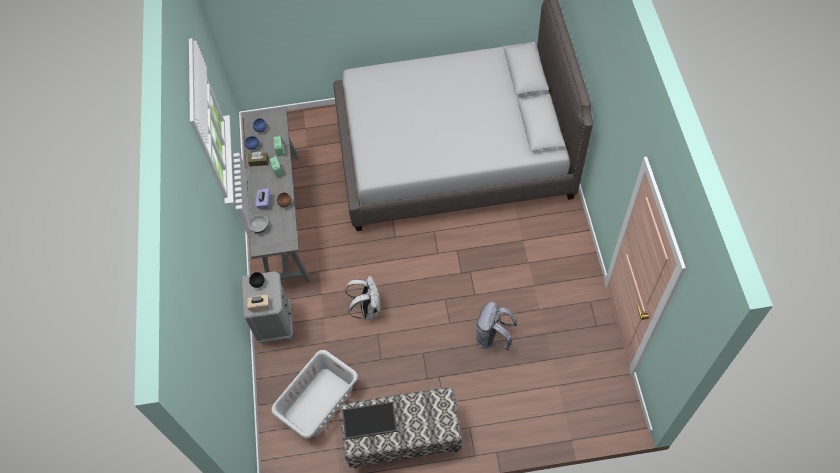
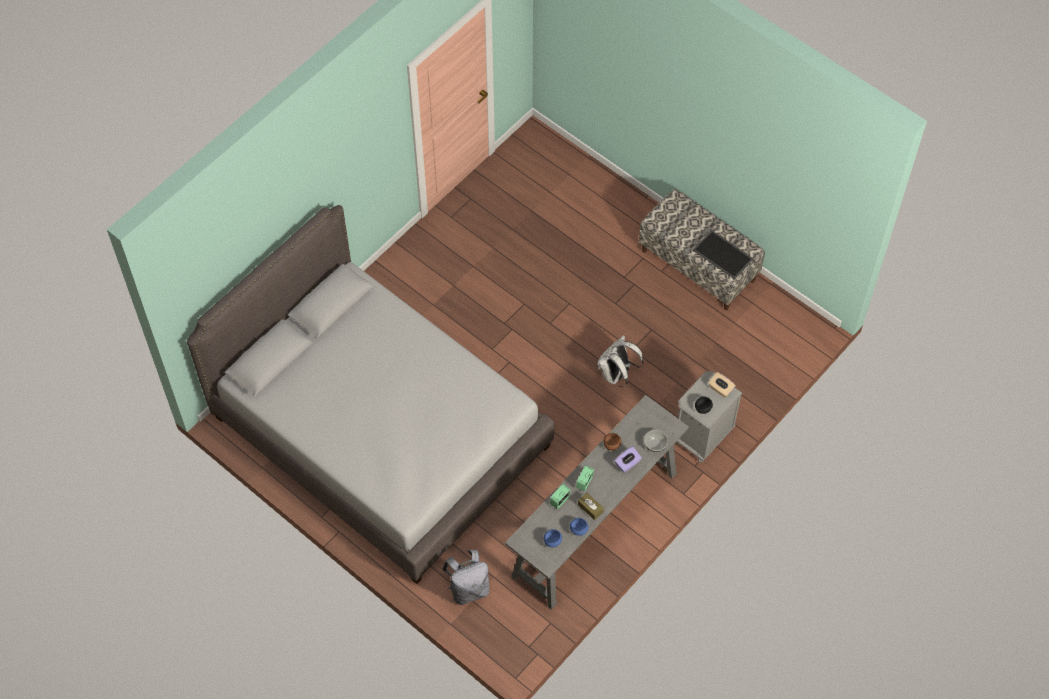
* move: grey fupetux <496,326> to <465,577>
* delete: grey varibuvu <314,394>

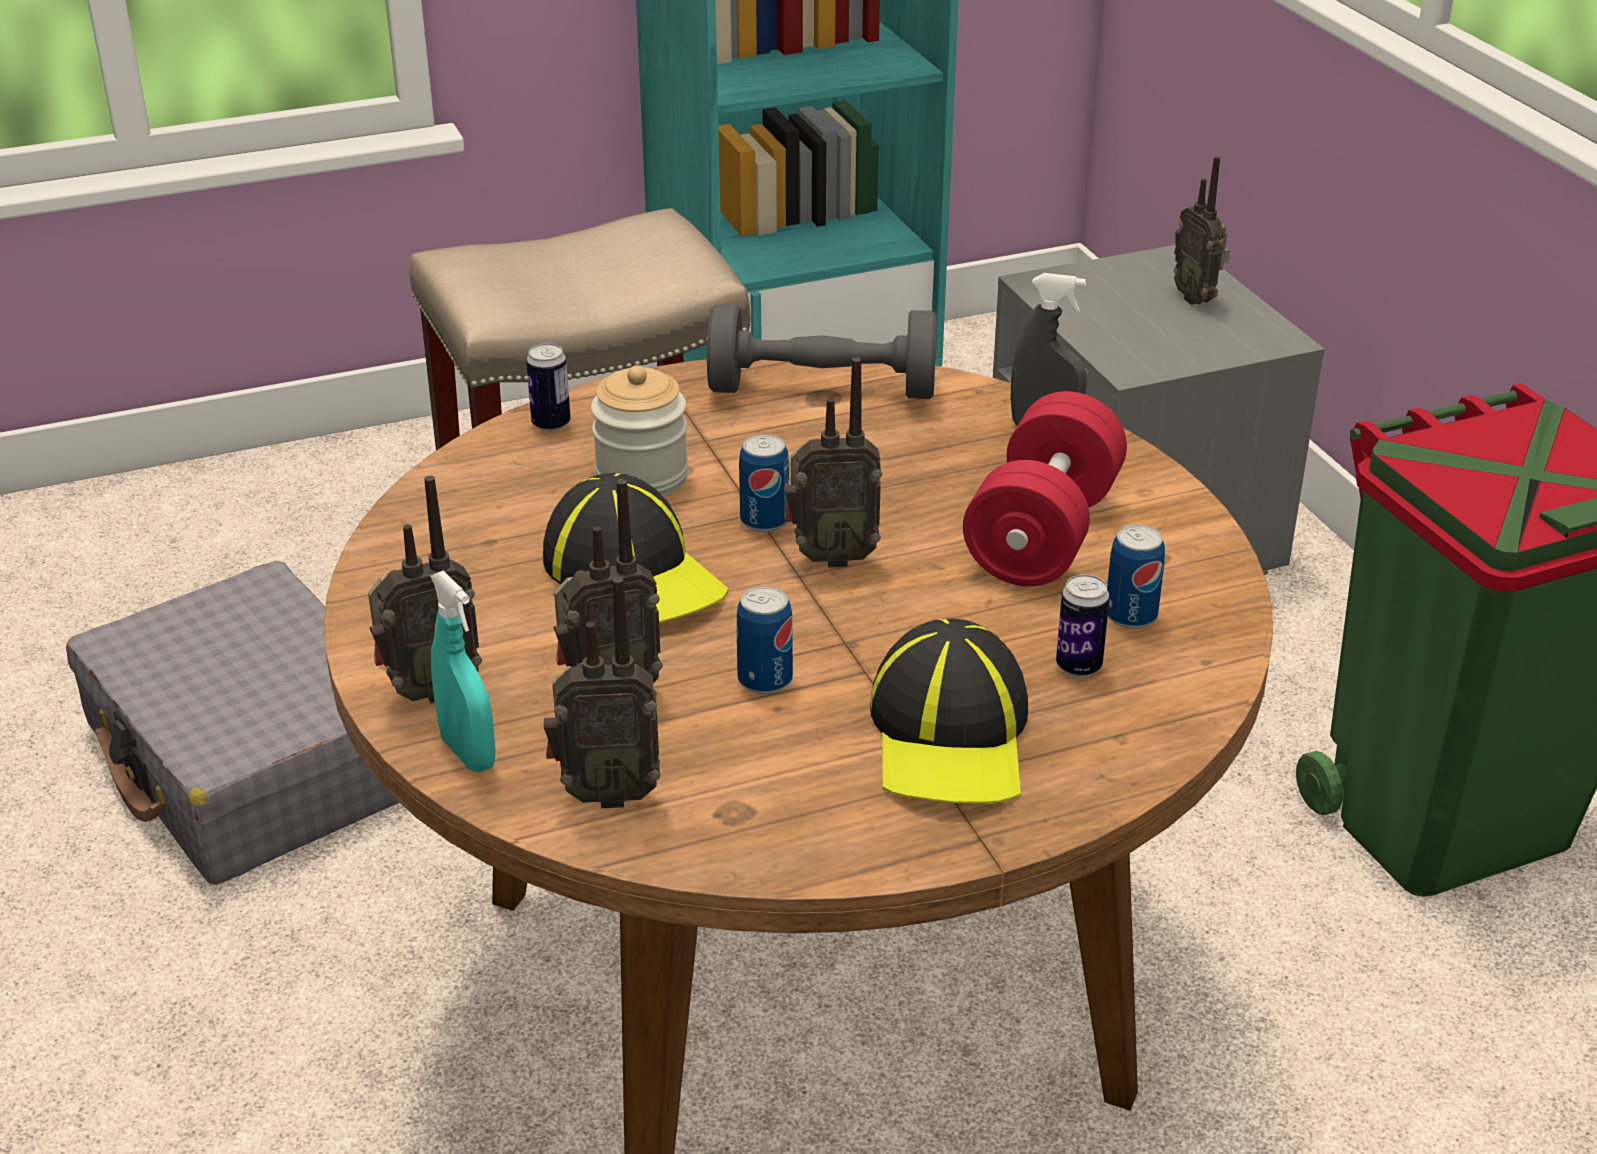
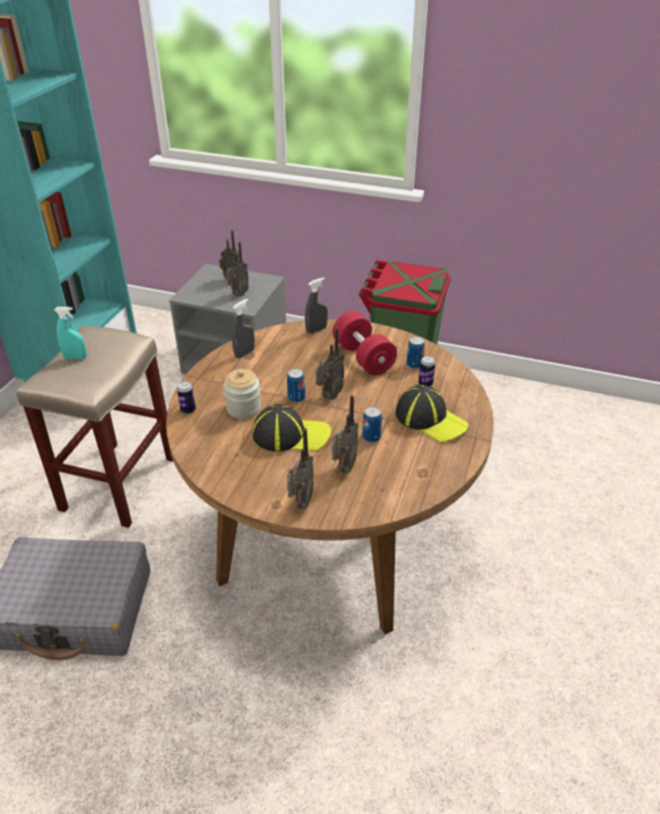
* move: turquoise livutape <463,671> to <70,333>
* move: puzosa <602,692> to <237,269>
* replace: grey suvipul <822,352> to grey livutape <243,328>

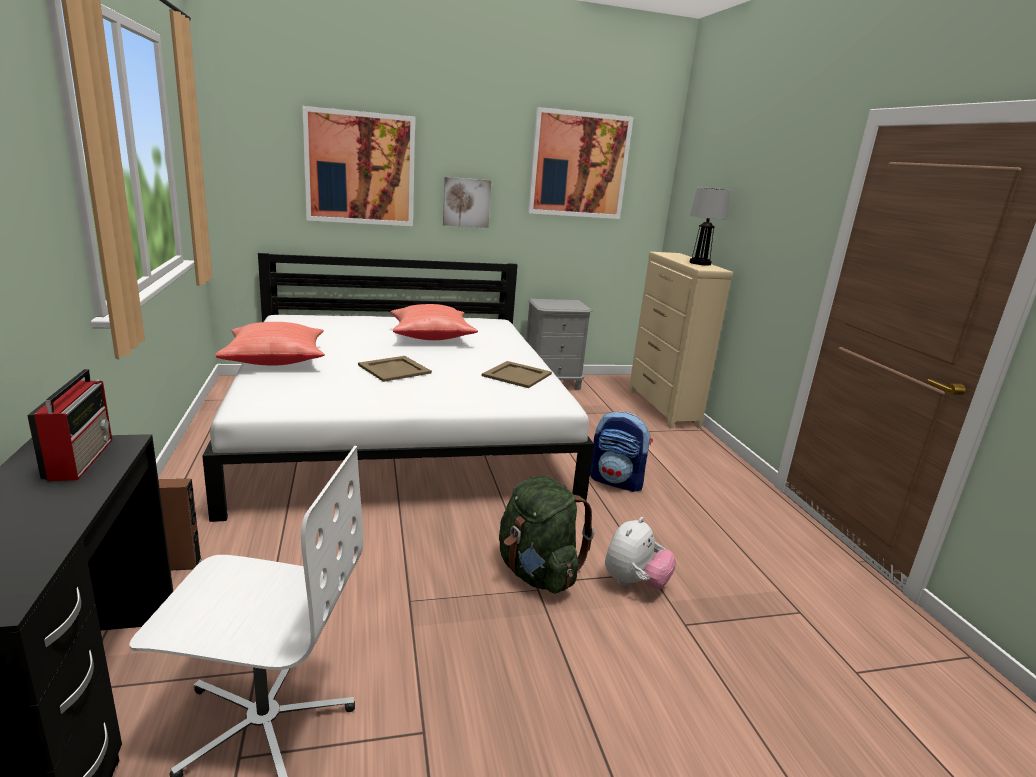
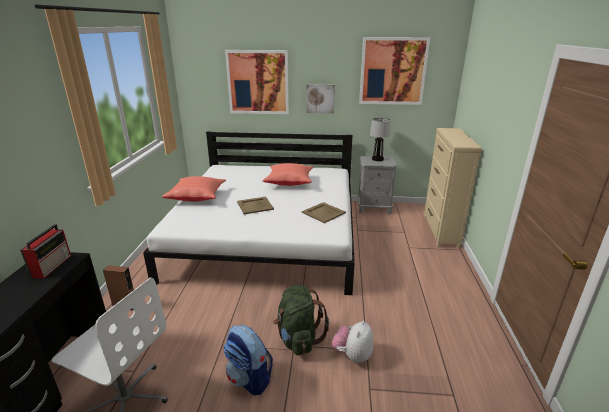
* move: fupetux <621,451> to <248,360>
* rotate: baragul <640,553> = <352,341> 150 degrees clockwise
* move: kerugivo <710,226> to <380,139>

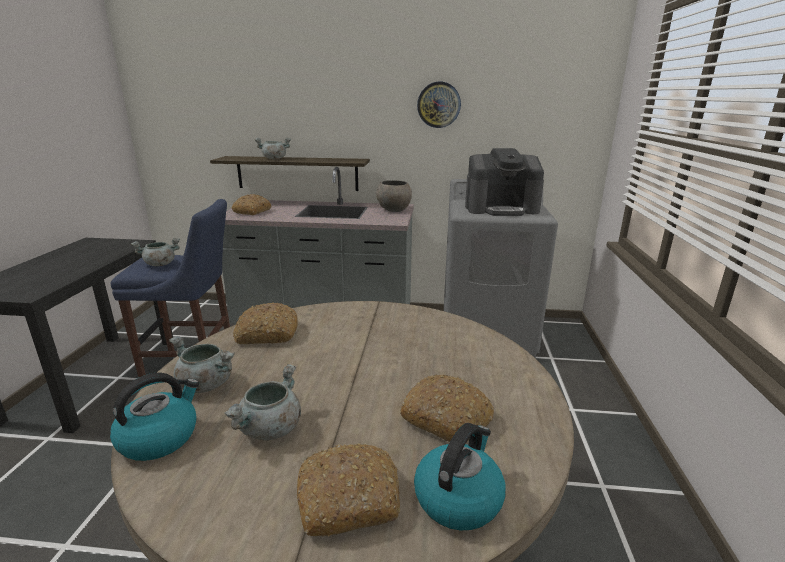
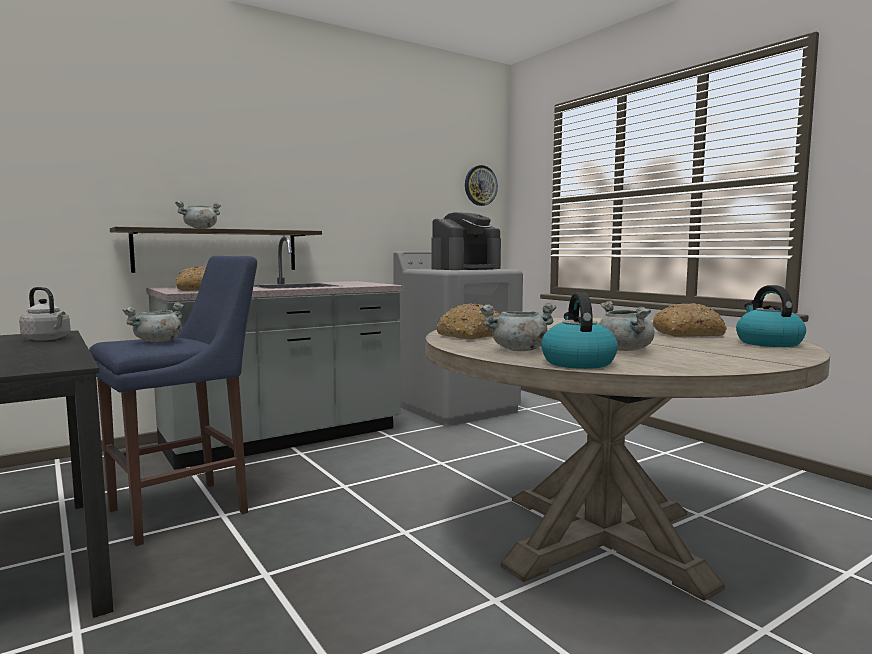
* insert: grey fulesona <45,314>
* move: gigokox <439,105> to <481,185>
* delete: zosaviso <348,490>
* delete: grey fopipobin <394,196>

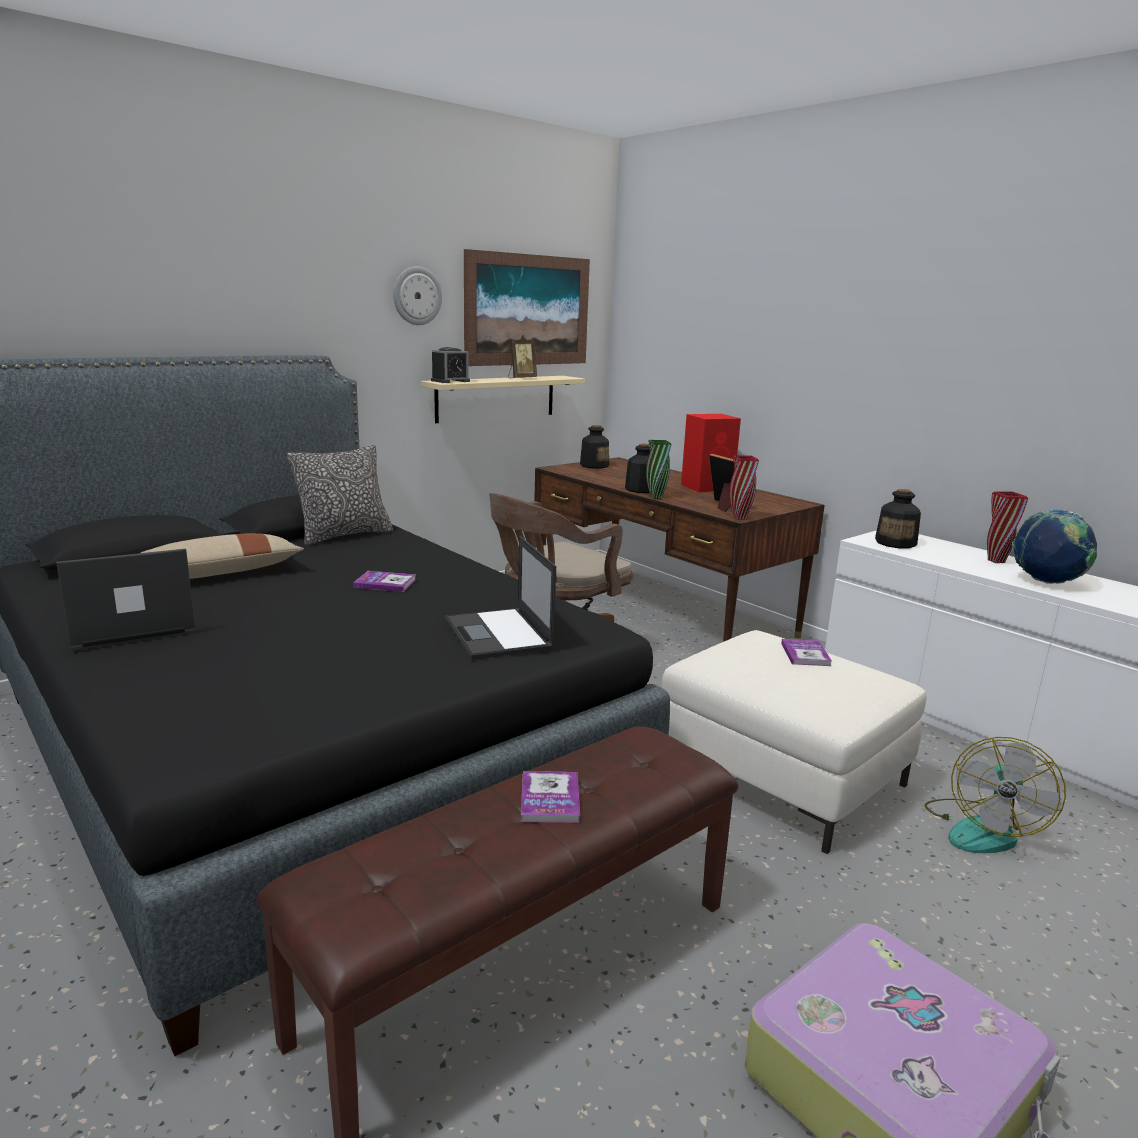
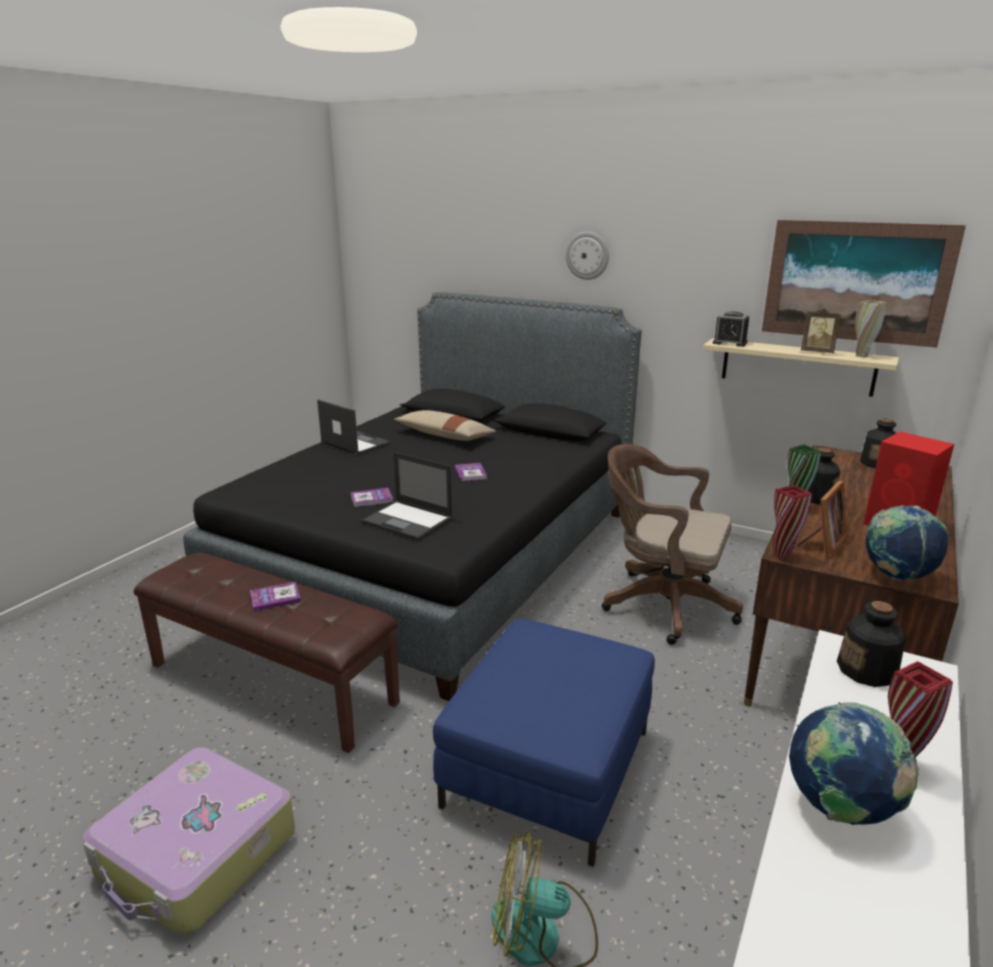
* move: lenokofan <806,652> to <371,497>
* rotate: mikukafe <500,598> = <407,496> 105 degrees counterclockwise
* recolor: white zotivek <794,742> to blue zotivek <544,743>
* move: gigokox <417,295> to <587,256>
* insert: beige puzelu <870,329>
* insert: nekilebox <907,543>
* delete: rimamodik <340,495>

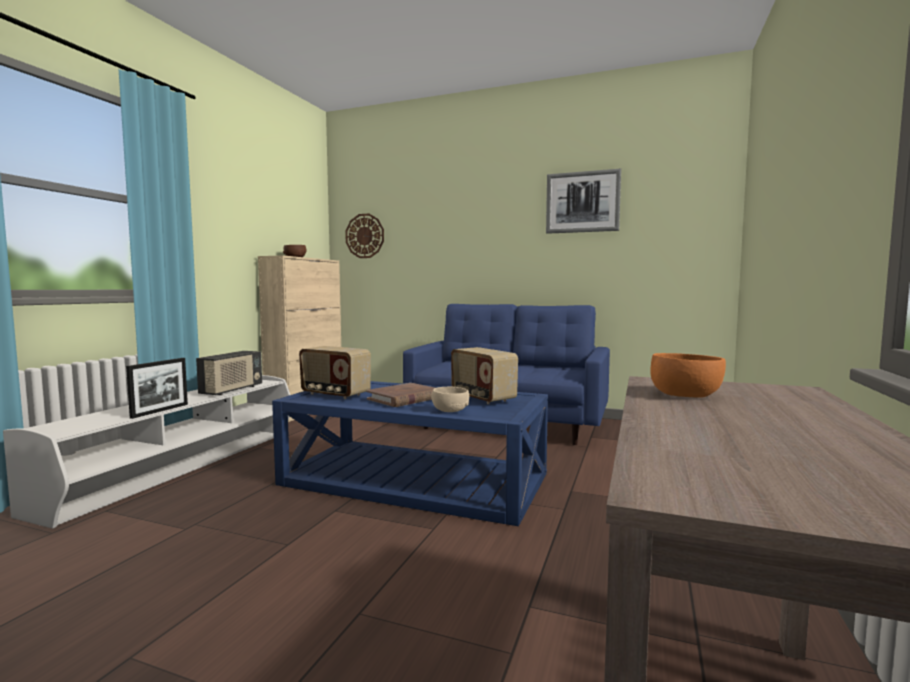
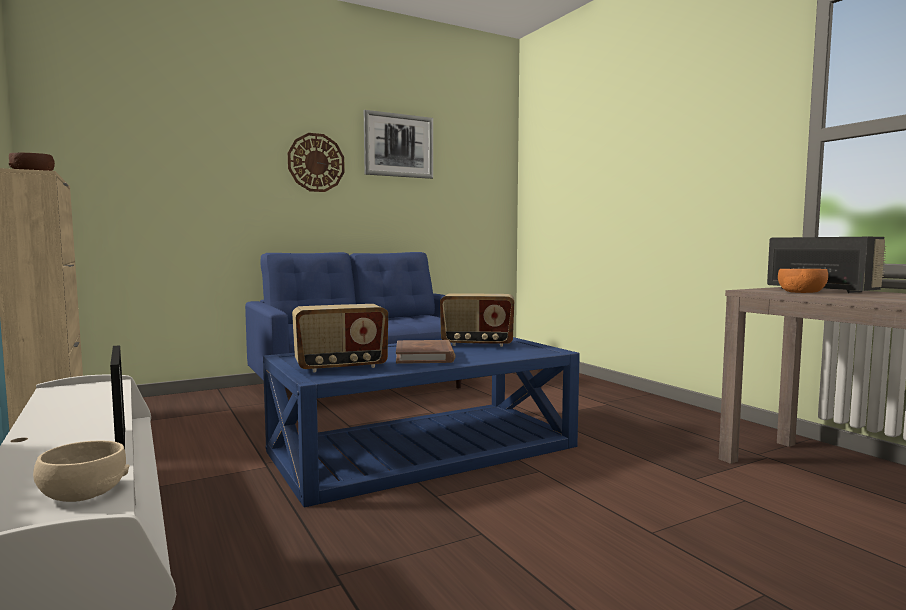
* move: beige fopipobin <450,399> to <81,471>
* move: gigokox <364,235> to <316,162>
* move: puzosa <229,373> to <826,265>

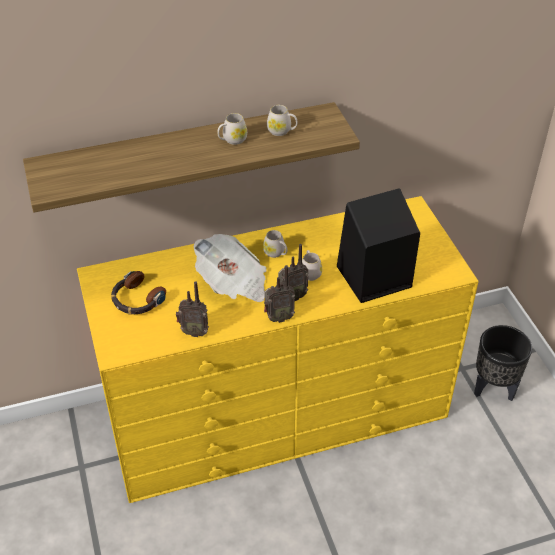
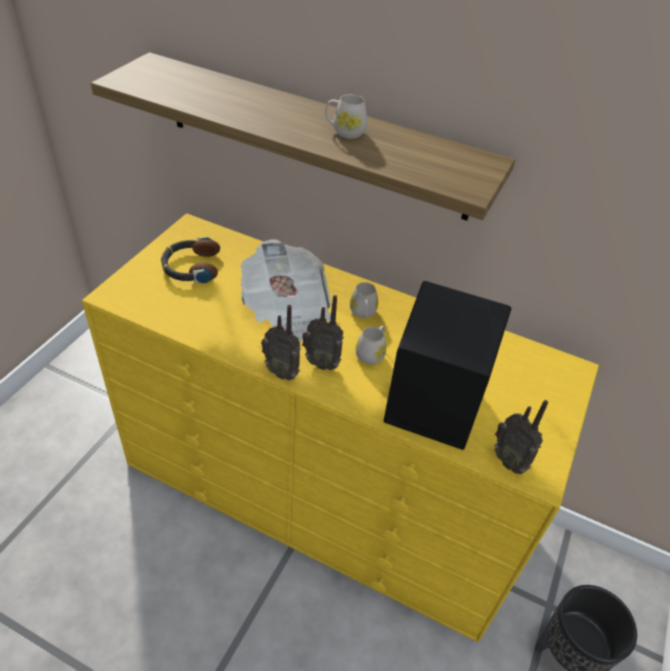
* move: puzosa <192,309> to <521,437>
* delete: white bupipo <282,120>

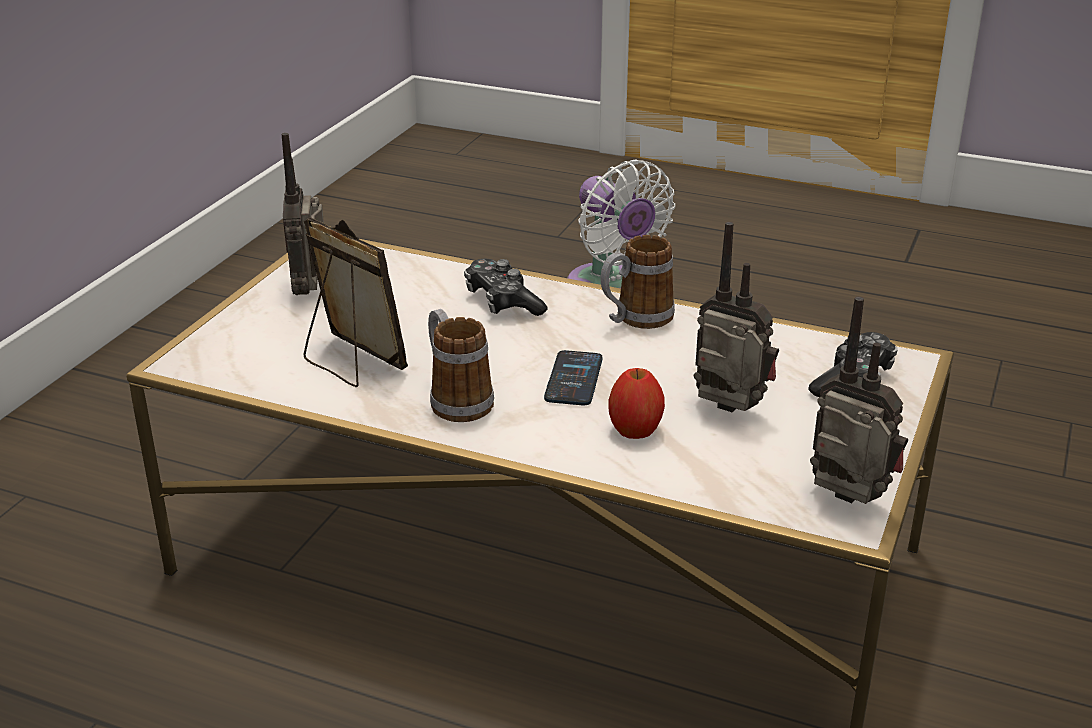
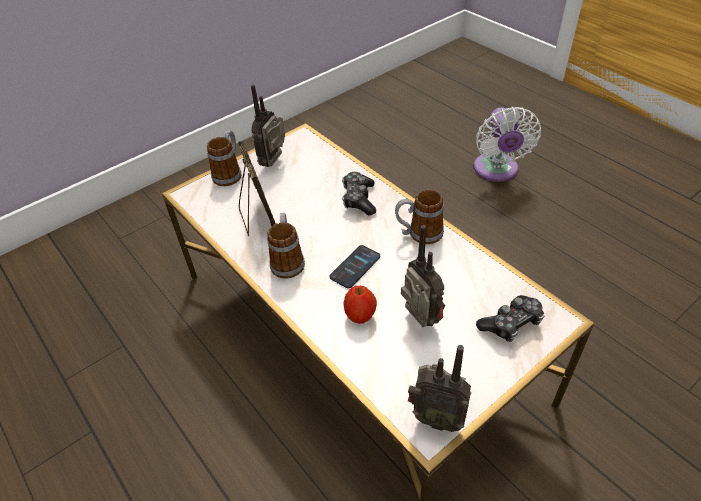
* insert: bupipo <224,158>
* rotate: puzosa <859,400> = <439,388> 135 degrees clockwise

